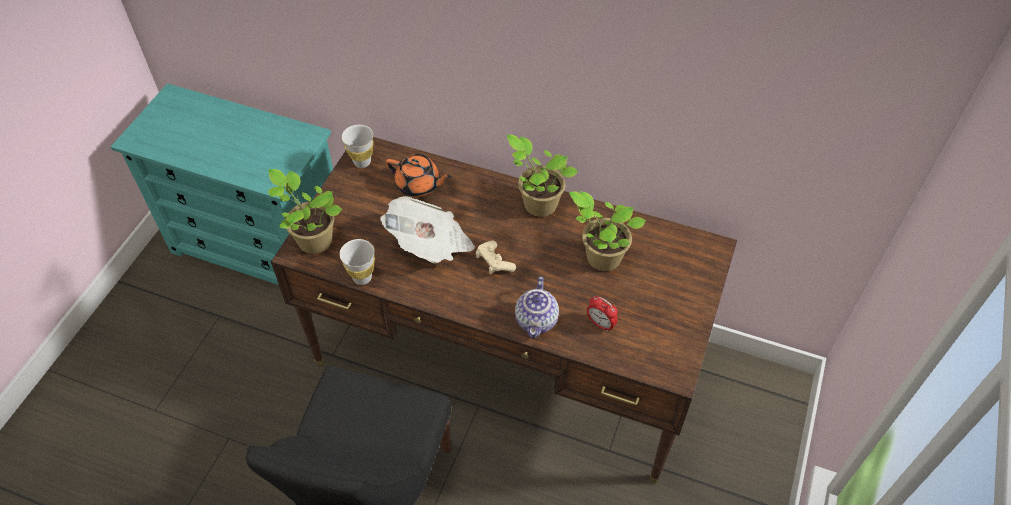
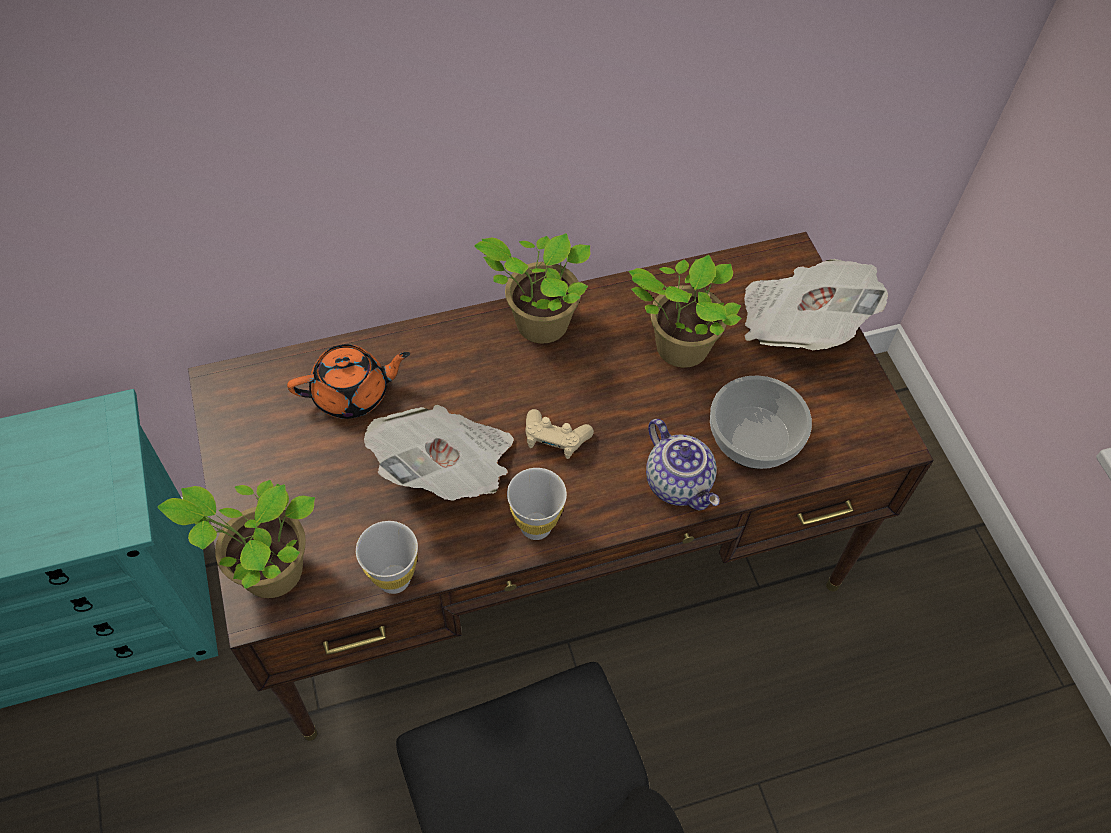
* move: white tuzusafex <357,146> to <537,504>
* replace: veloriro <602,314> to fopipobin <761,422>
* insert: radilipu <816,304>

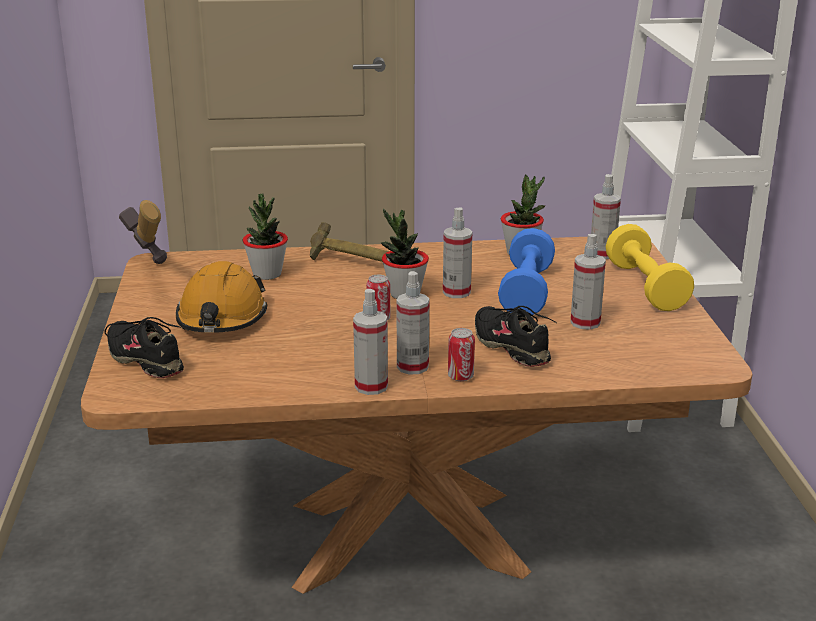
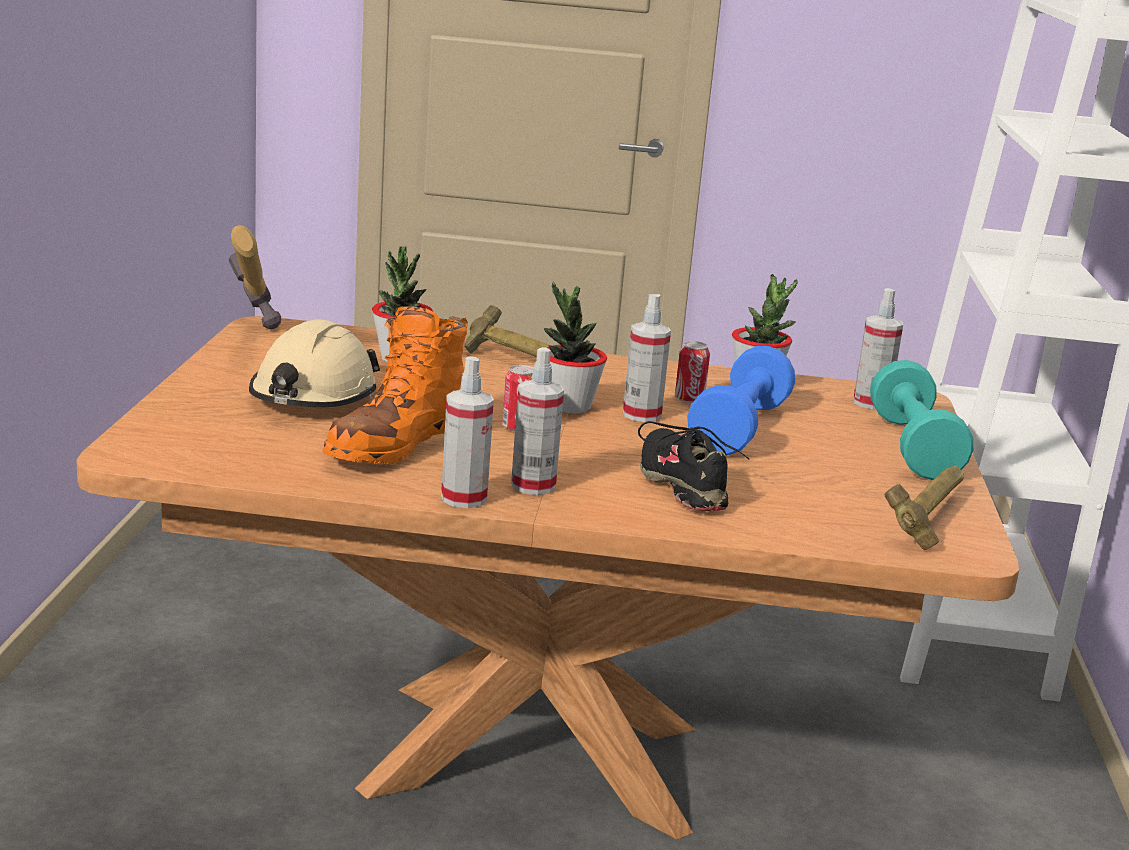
* recolor: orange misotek <221,297> to beige misotek <314,363>
* insert: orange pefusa <395,385>
* move: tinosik <461,354> to <692,372>
* recolor: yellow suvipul <650,267> to turquoise suvipul <921,420>
* insert: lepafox <924,507>
* delete: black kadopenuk <146,347>
* delete: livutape <588,282>

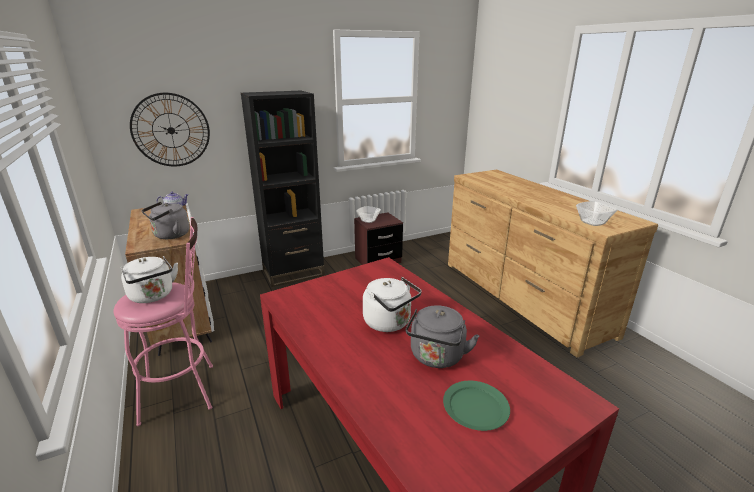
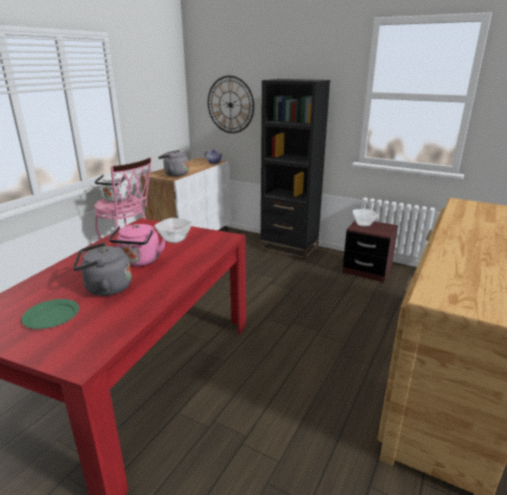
* recolor: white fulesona <392,304> to pink fulesona <137,245>
* move: fopipobin <596,213> to <173,231>

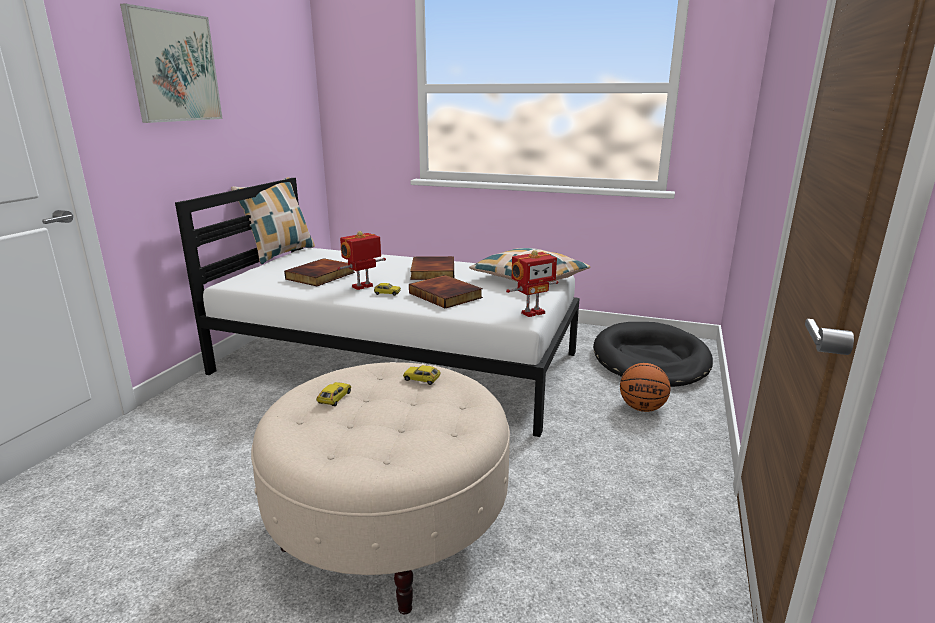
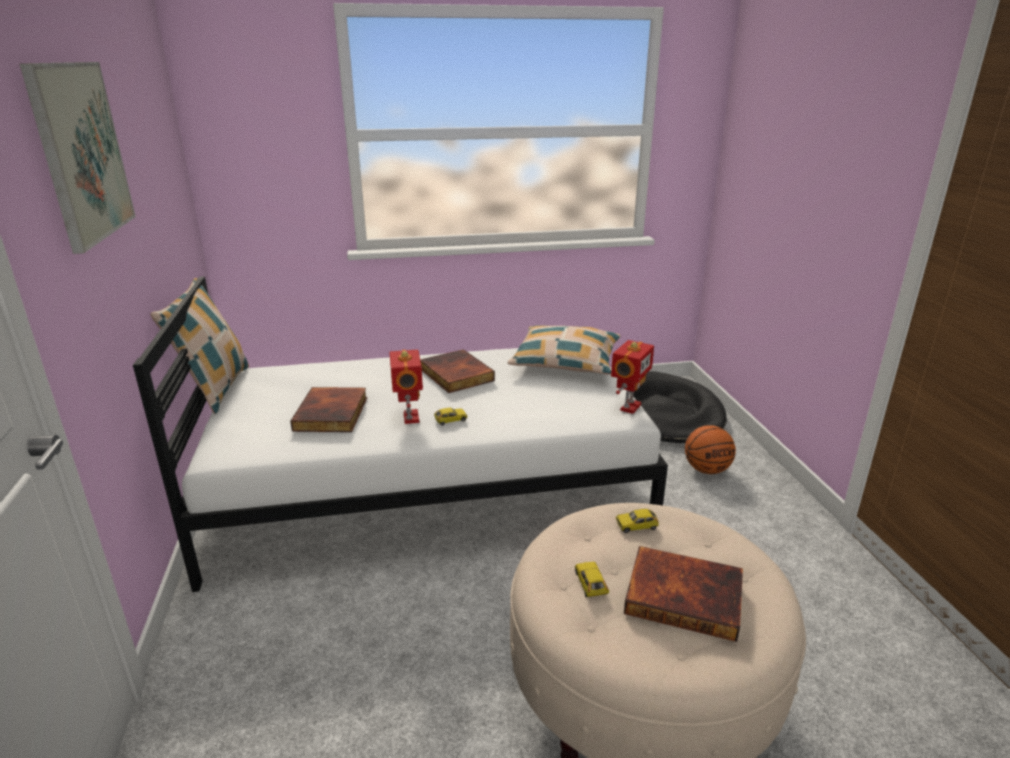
* rotate: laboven <361,260> = <406,386> 150 degrees clockwise
* move: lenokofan <446,292> to <683,594>

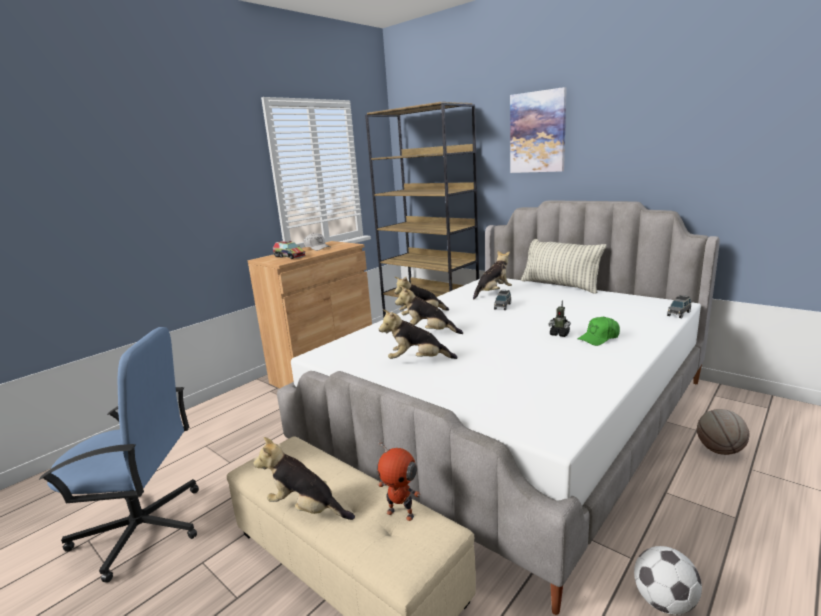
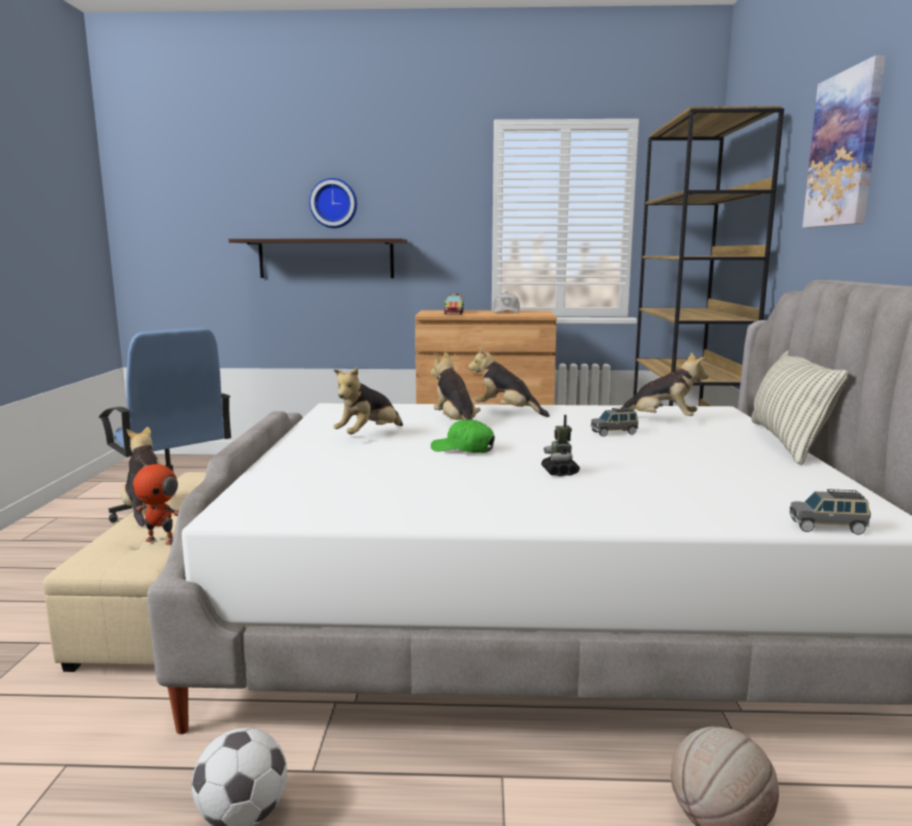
* rotate: laboven <399,480> = <156,500> 60 degrees counterclockwise
* insert: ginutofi <318,258>
* insert: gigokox <333,203>
* rotate: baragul <418,334> = <368,401> 105 degrees counterclockwise
* move: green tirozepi <599,331> to <463,436>

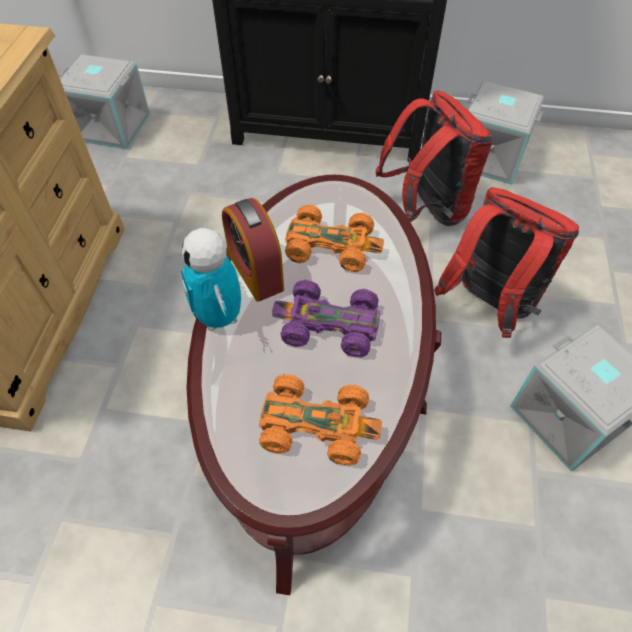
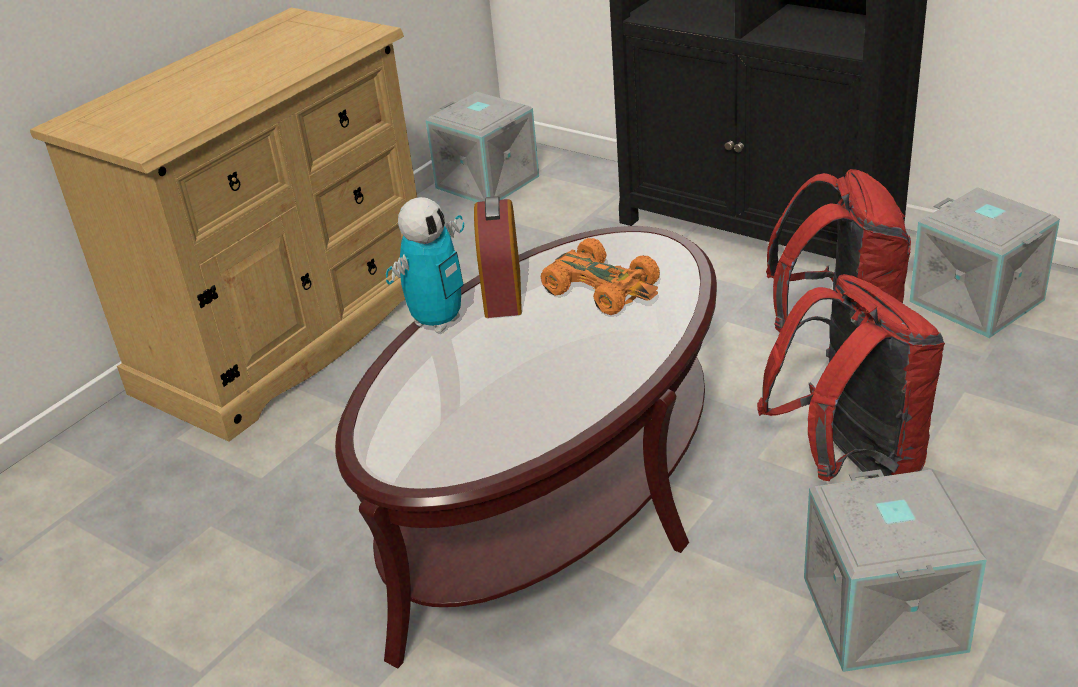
* rotate: laboven <211,279> = <425,265> 150 degrees counterclockwise
* delete: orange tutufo <320,420>
* delete: purple tutufo <326,318>

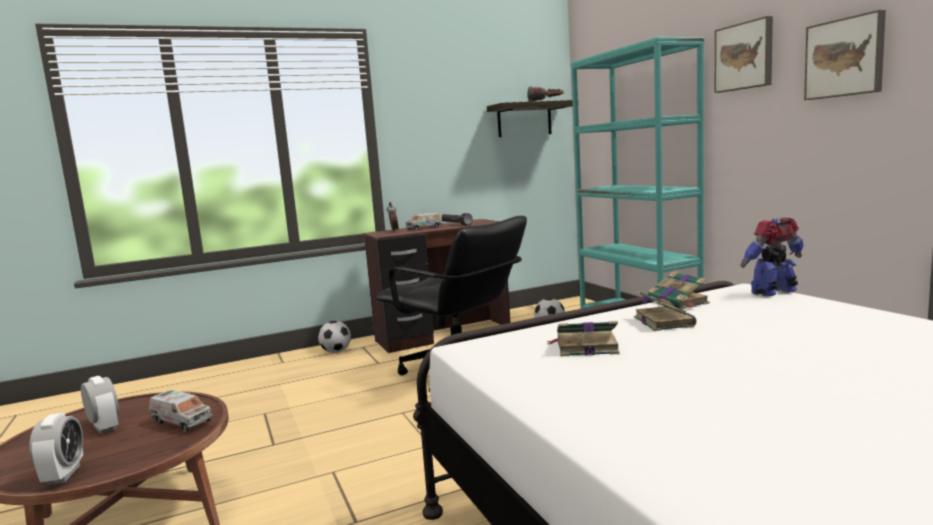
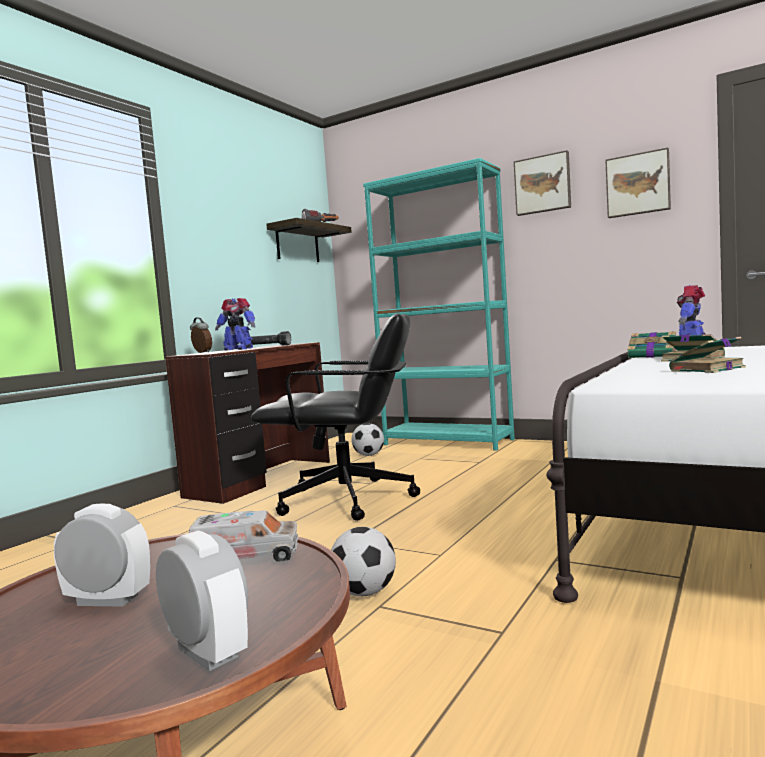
* replace: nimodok <424,221> to laboven <235,324>
* move: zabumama <334,337> to <363,561>

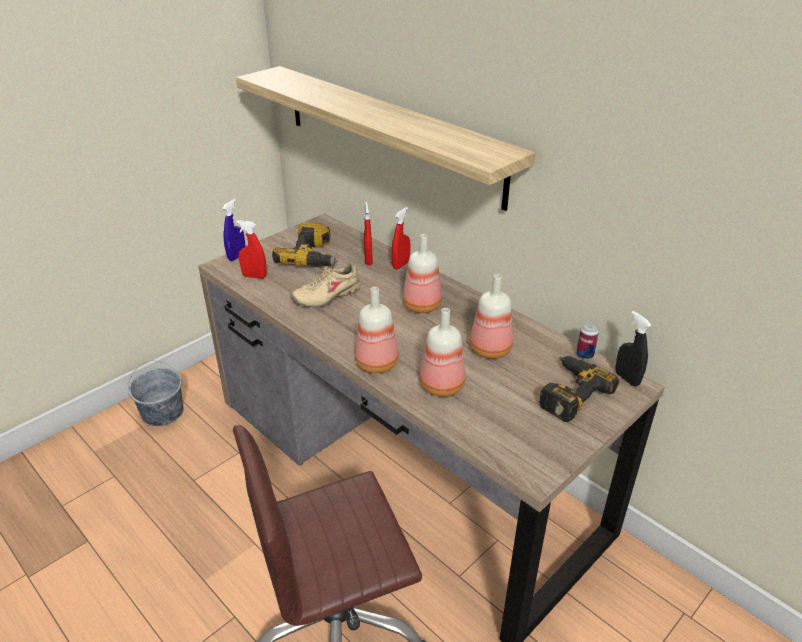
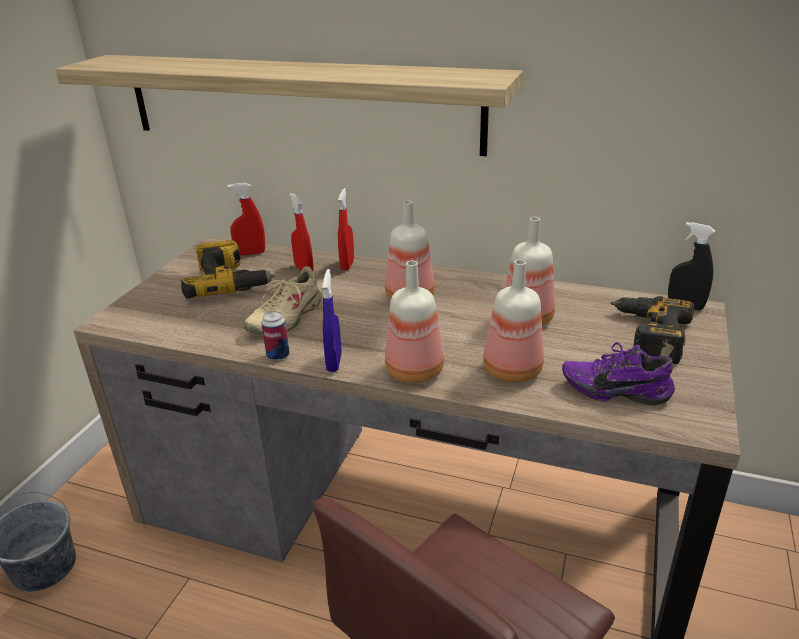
* move: red livutape <251,249> to <246,219>
* move: tinosik <587,340> to <275,336>
* move: blue livutape <234,230> to <332,320>
* insert: purple kadopenuk <618,373>

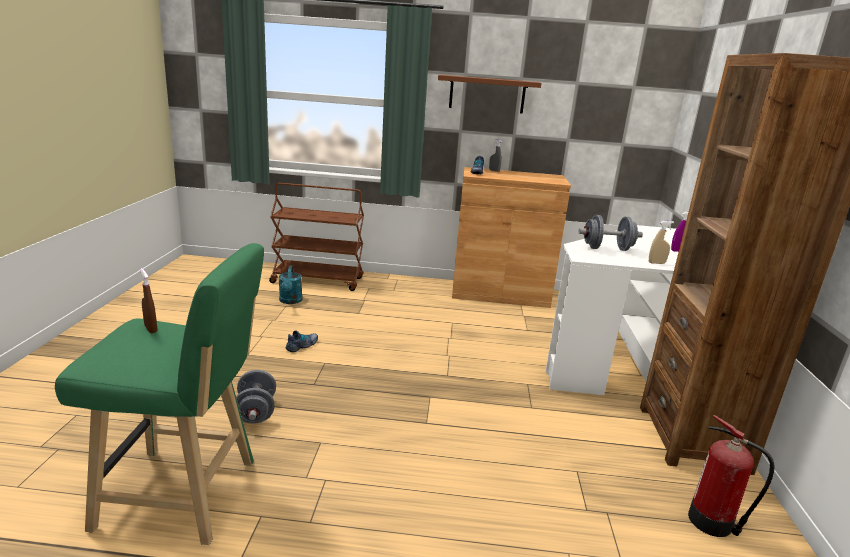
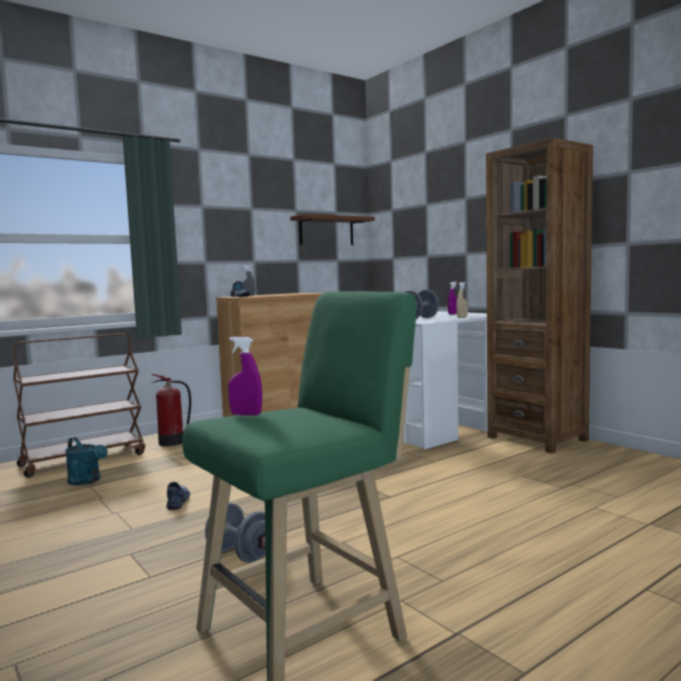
* move: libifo <731,476> to <171,410>
* recolor: brown livutape <149,300> to purple livutape <245,376>
* move: brown ginutofi <489,94> to <332,229>

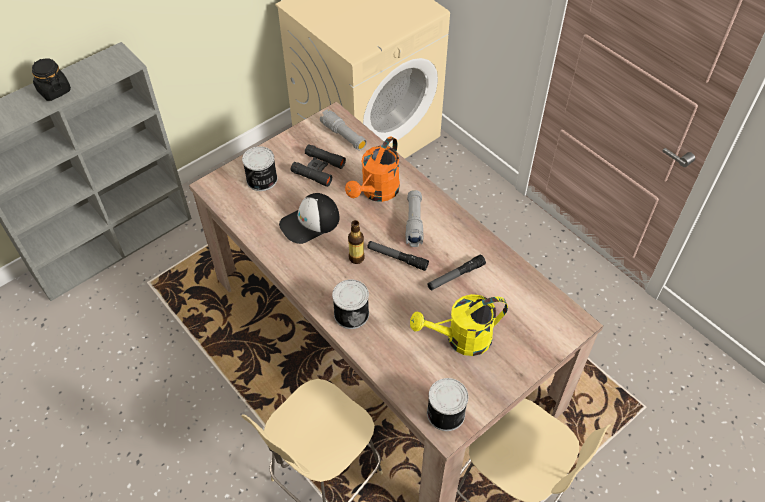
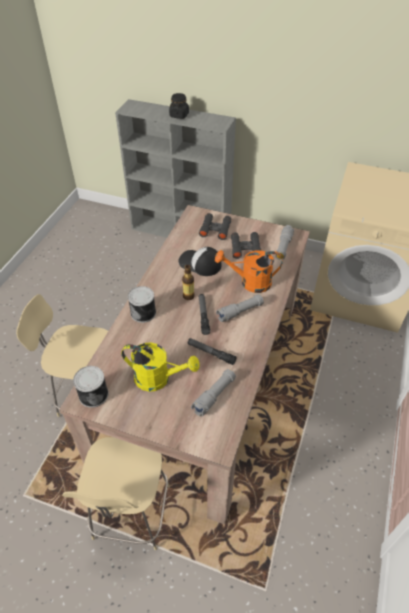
* rotate: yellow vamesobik <459,325> = <160,367> 150 degrees clockwise
* insert: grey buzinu <213,392>
* replace: tinosik <260,168> to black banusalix <215,226>

